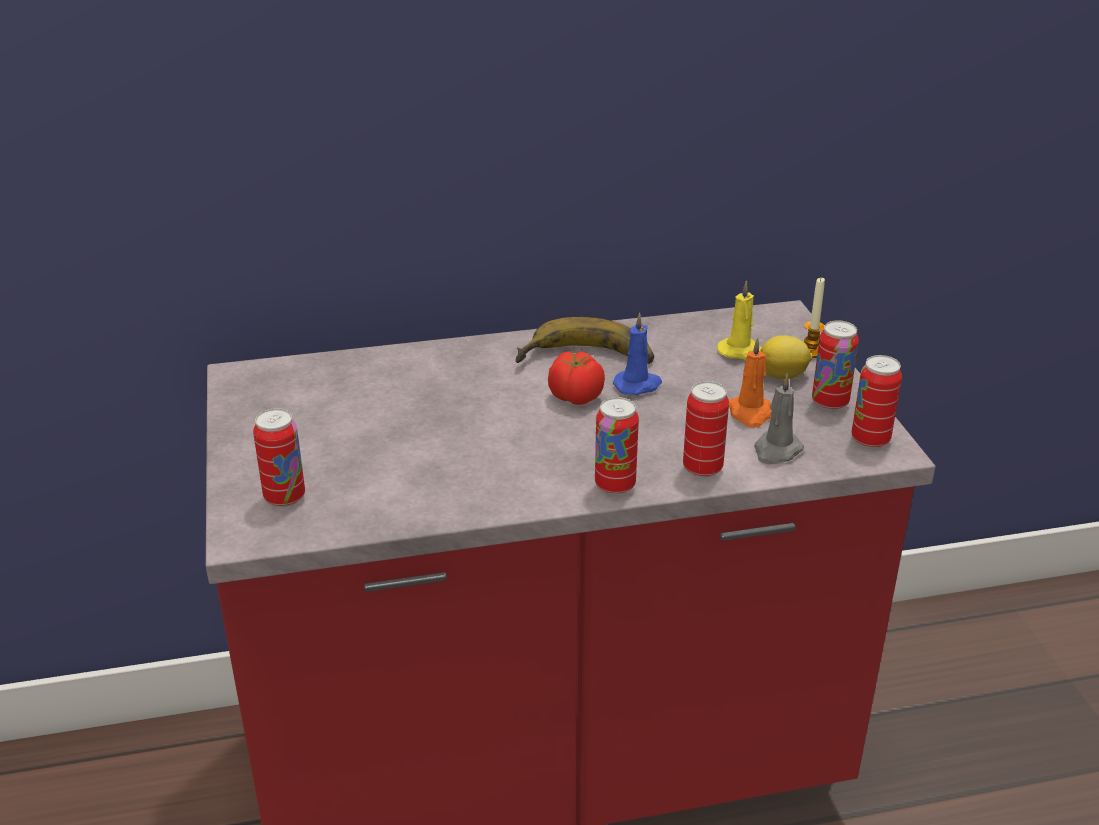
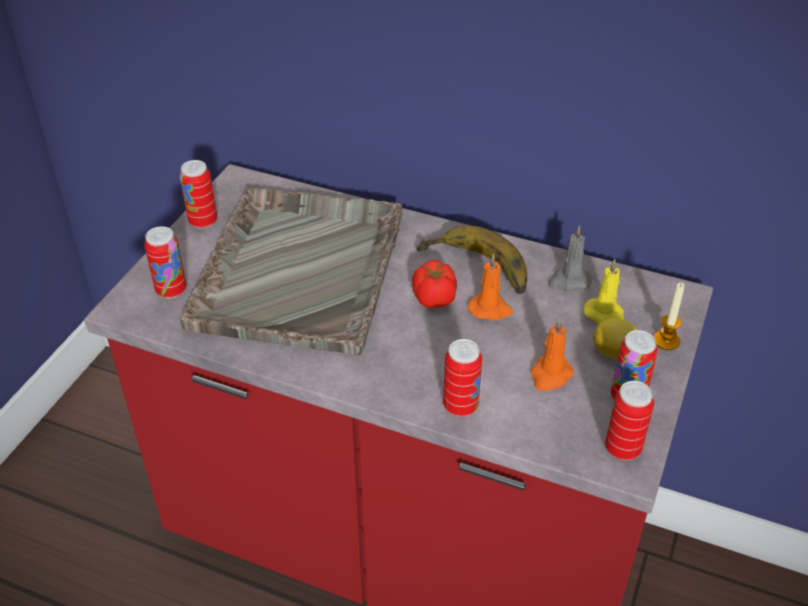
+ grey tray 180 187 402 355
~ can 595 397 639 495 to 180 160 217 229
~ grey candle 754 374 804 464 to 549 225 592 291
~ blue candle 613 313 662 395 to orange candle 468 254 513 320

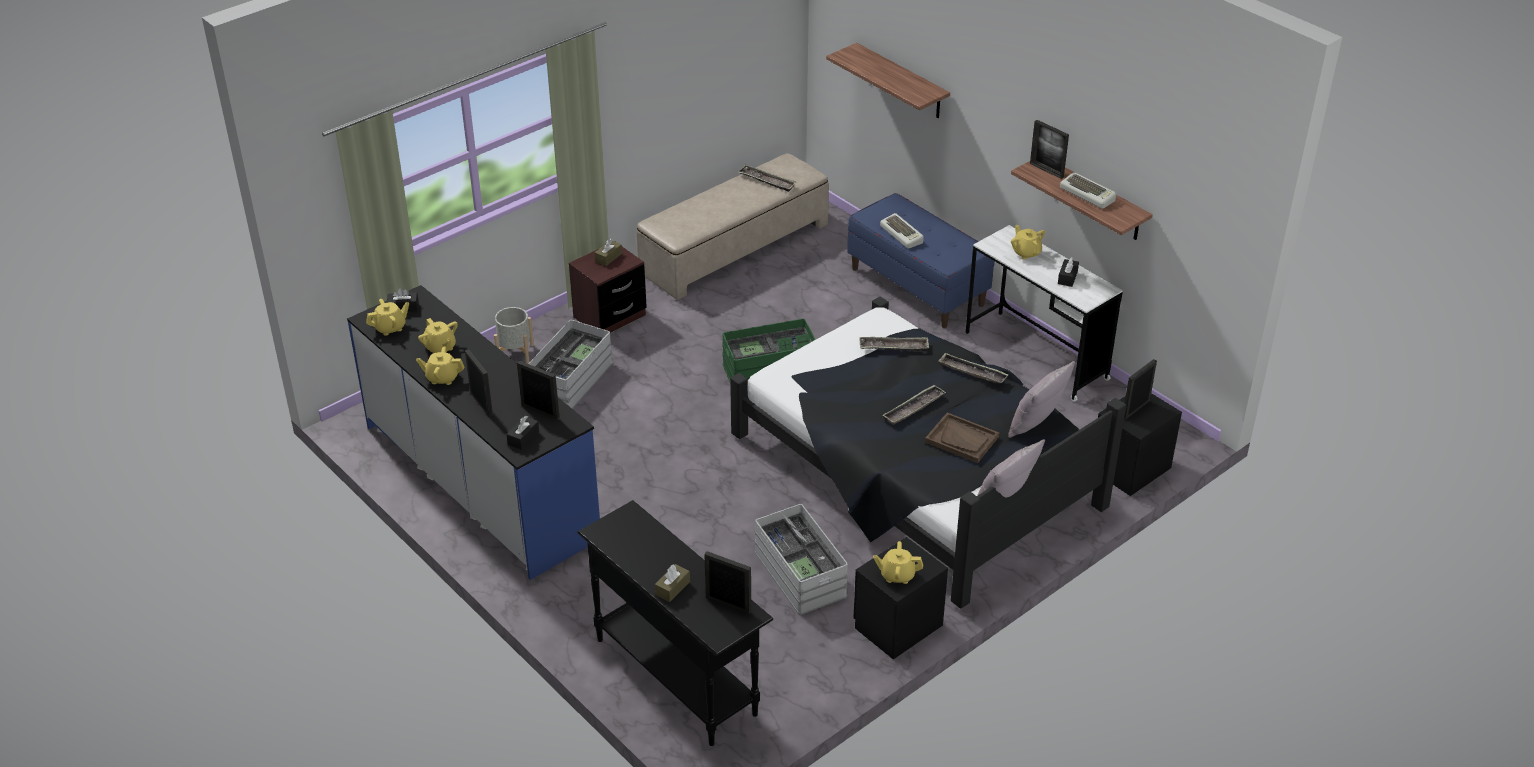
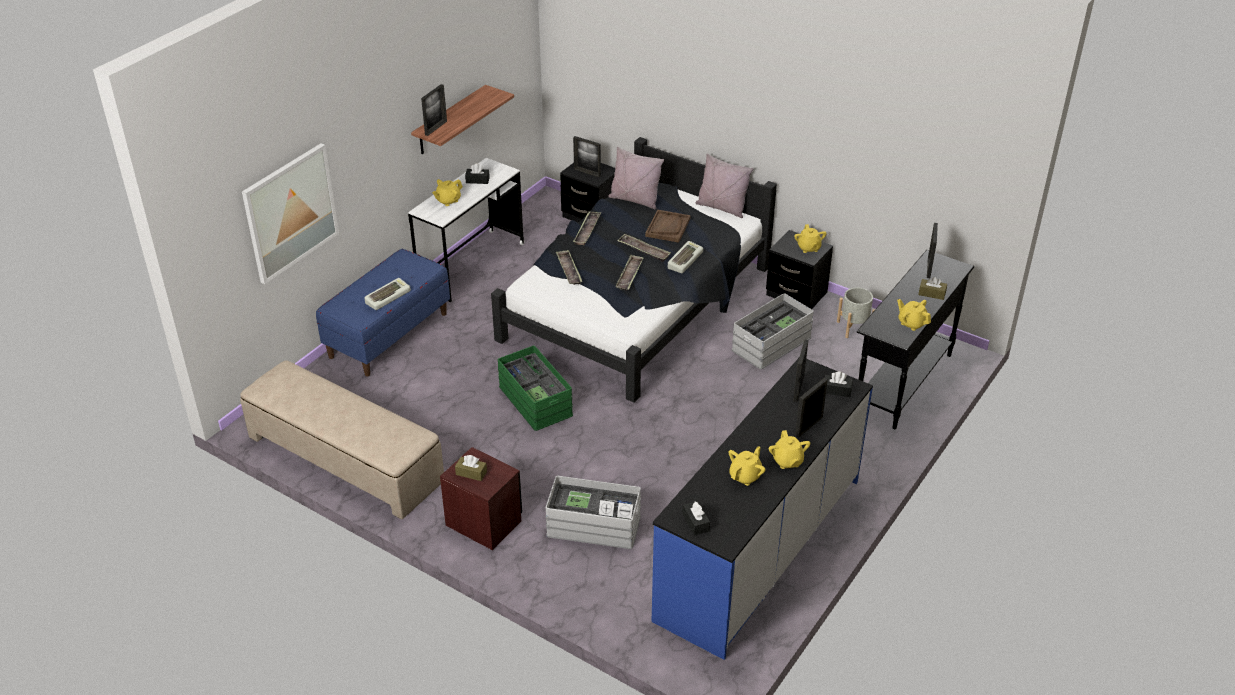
~ yellow teapot 366 299 409 336 to 897 299 931 331
~ grey planter 494 307 534 364 to 837 288 875 338
~ tray 739 165 796 192 to 616 255 644 291
~ keyboard 1060 172 1116 209 to 668 241 703 273
~ shelf 826 43 950 118 to picture 242 143 339 284

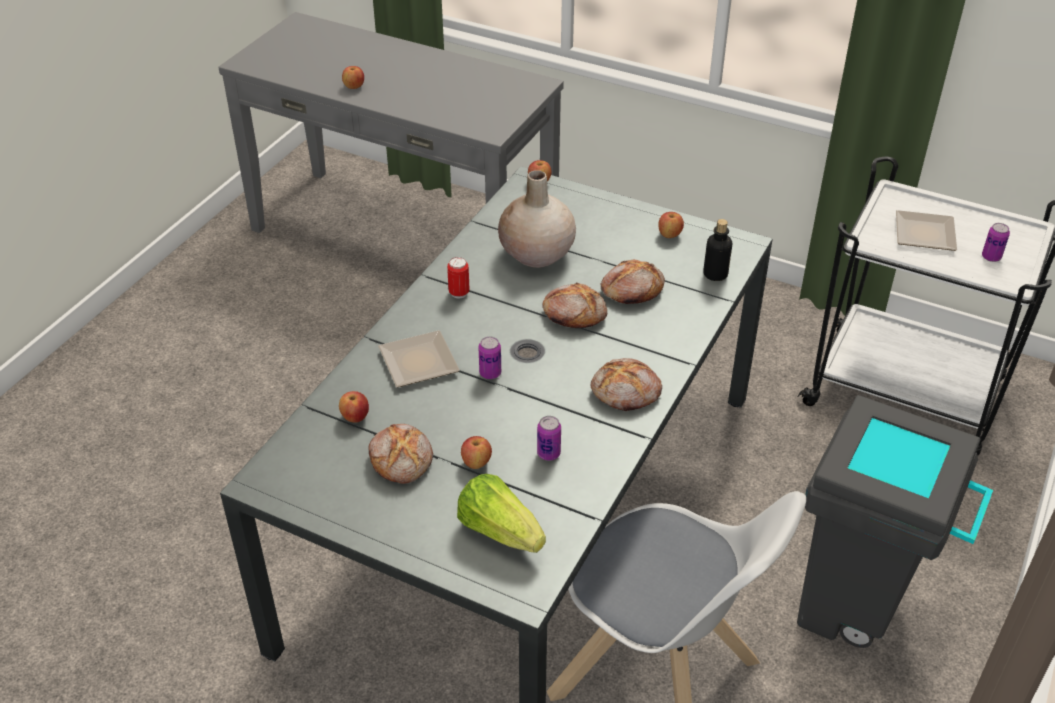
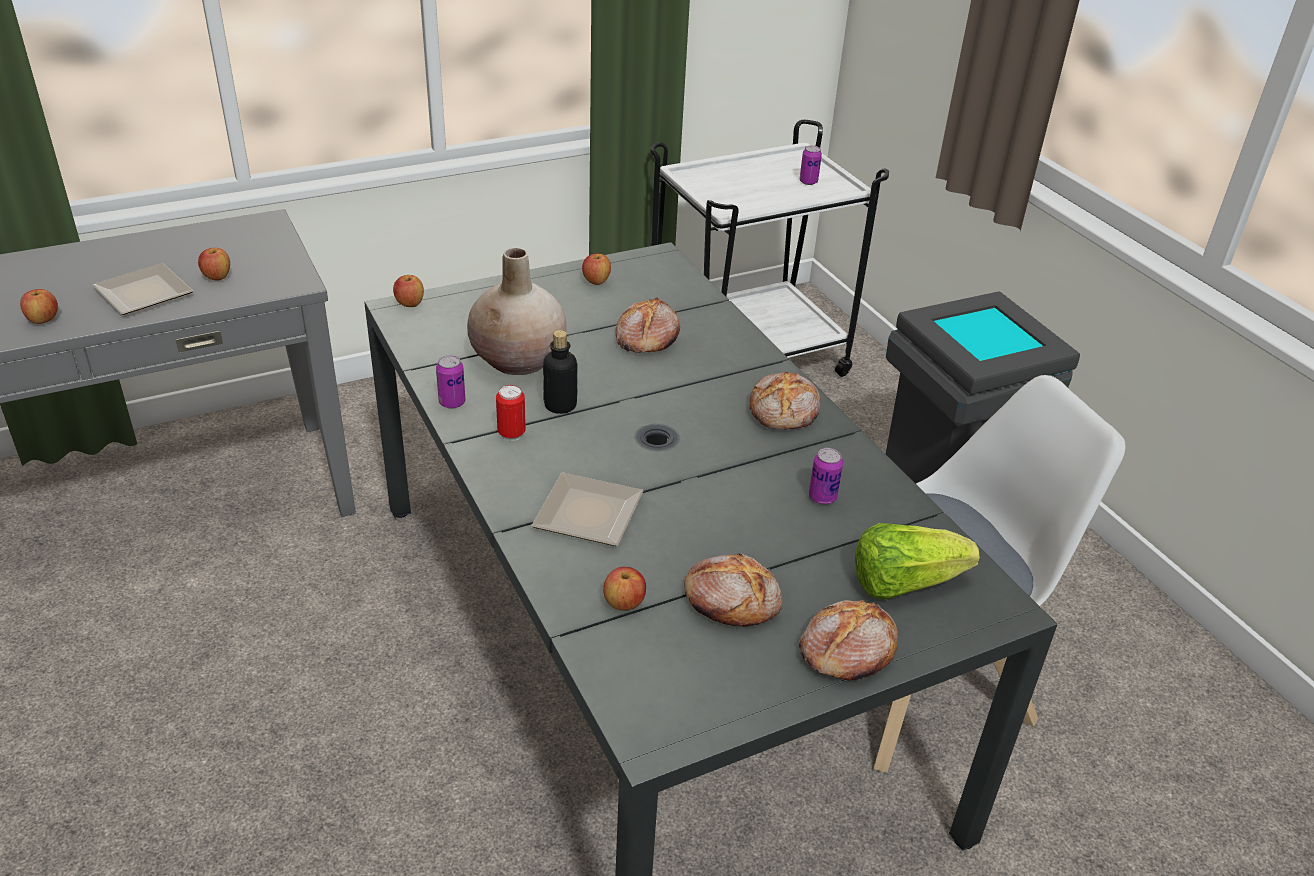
~ apple 461 436 492 469 to 198 248 230 280
~ can 479 336 501 379 to 436 355 465 409
~ bread 543 283 607 328 to 799 600 898 680
~ bottle 703 219 732 281 to 543 330 577 414
~ plate 896 210 957 251 to 93 263 193 315

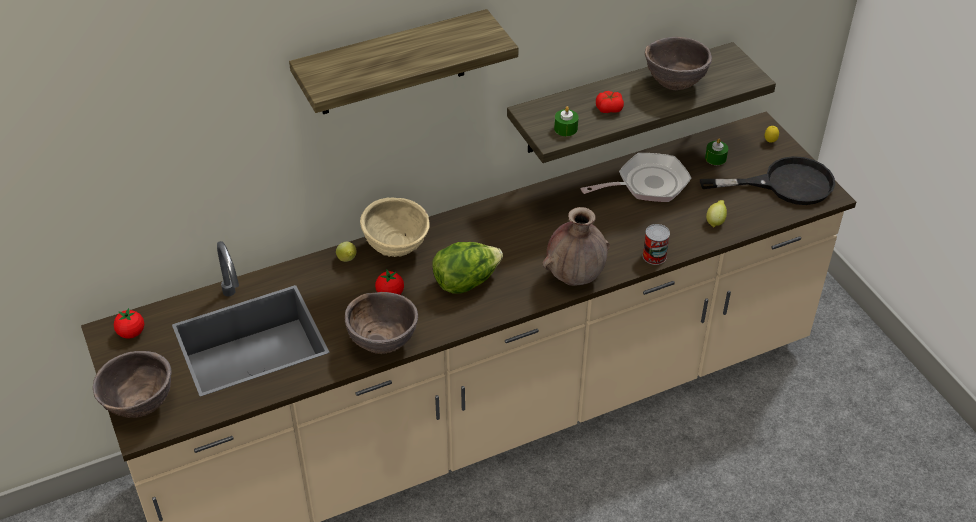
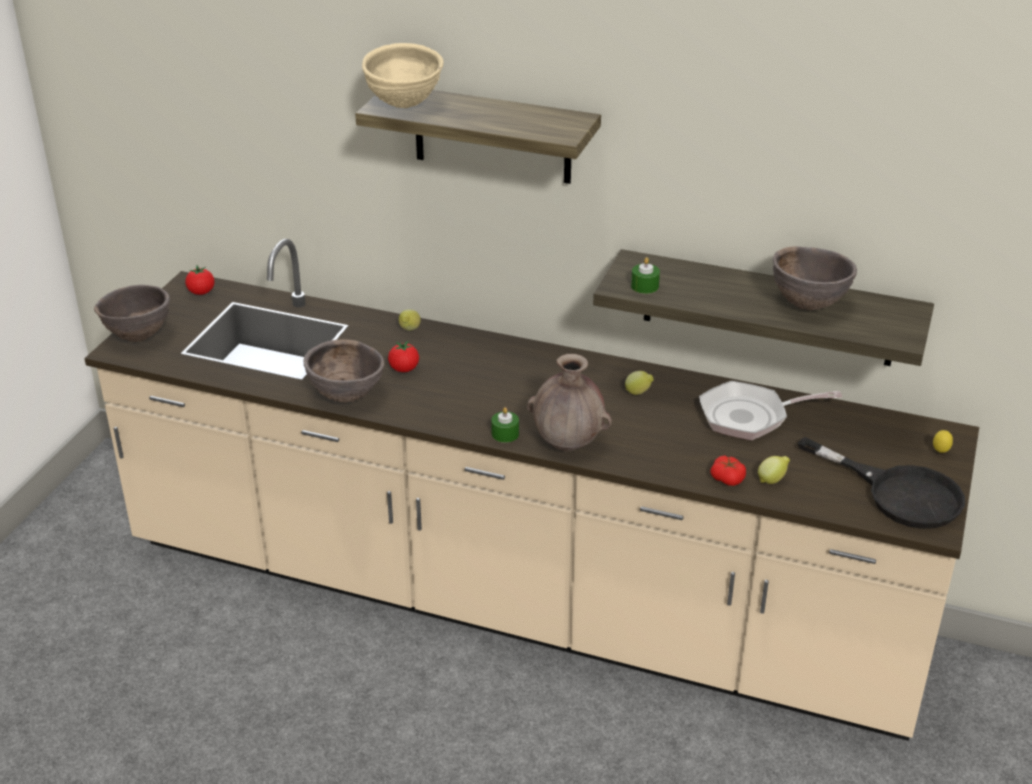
- lettuce 432 242 503 293
- can 643 224 670 265
+ lemon 625 371 654 395
~ beige bowl 360 197 430 257 to 362 43 443 108
~ tomato 596 91 624 113 to 710 455 746 486
~ green candle 705 138 728 165 to 491 407 519 443
~ frying pan 581 153 691 202 = 699 381 842 440 150 degrees clockwise

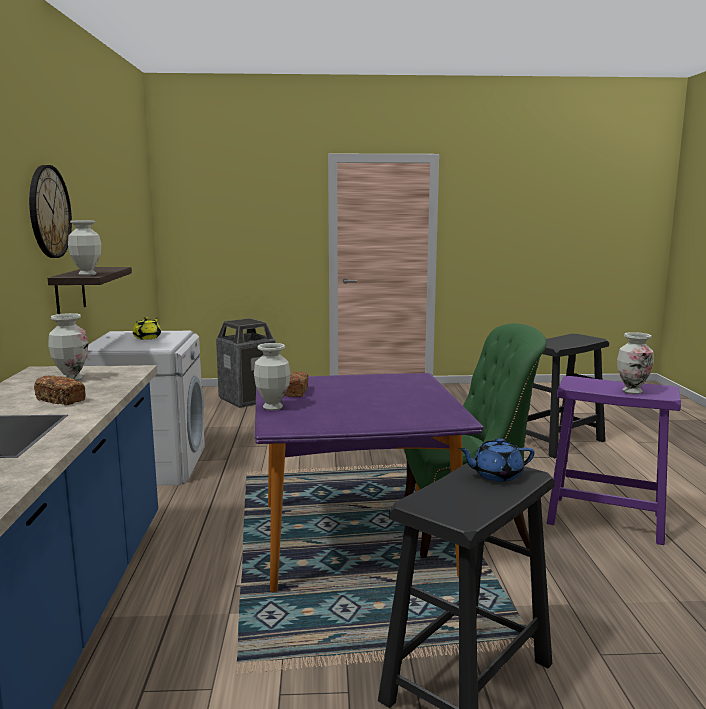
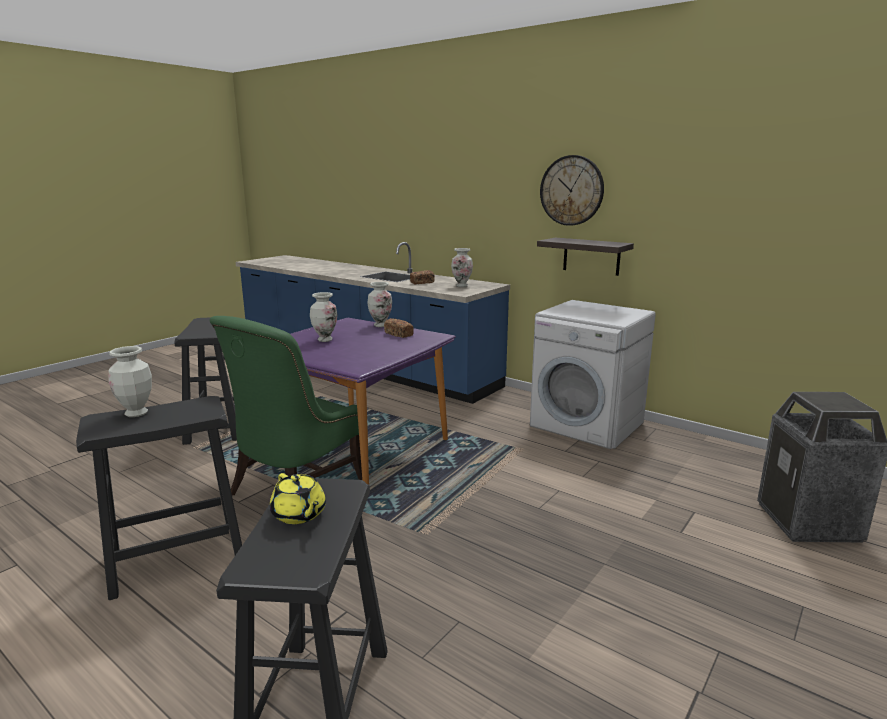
- blue teapot 459 438 534 482
~ vase 68 220 101 276 to 310 292 337 342
~ yellow teapot 133 317 161 340 to 270 473 326 524
~ purple stool 547 376 681 545 to black stool 76 396 242 600

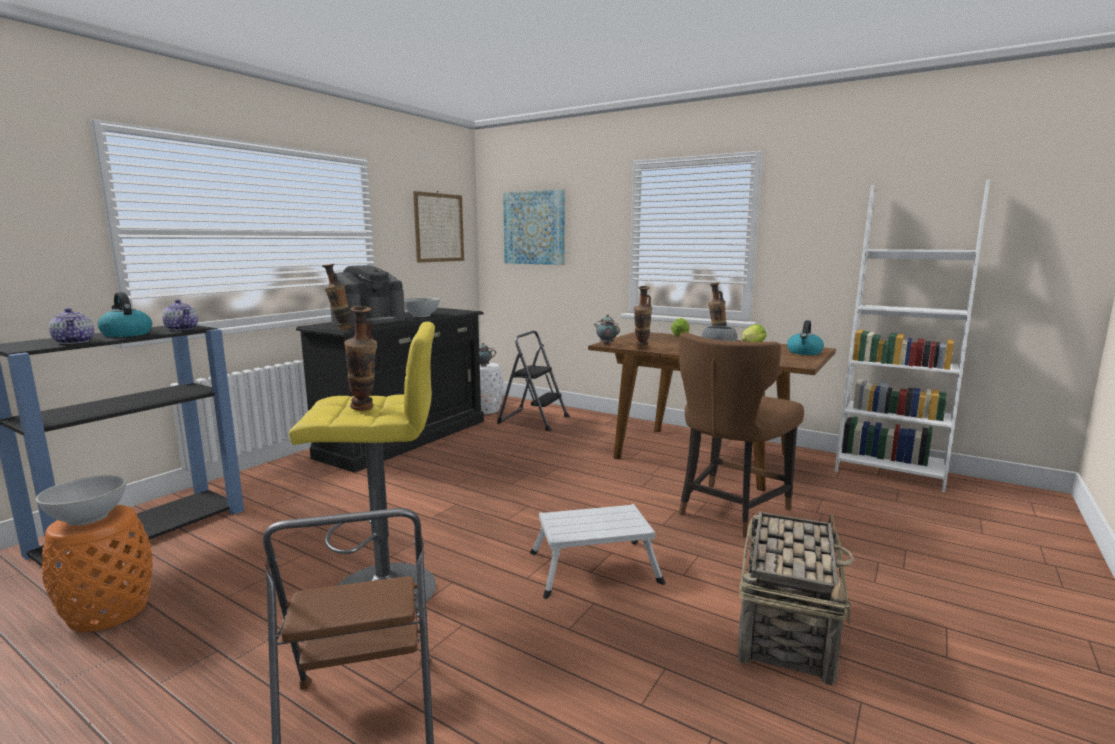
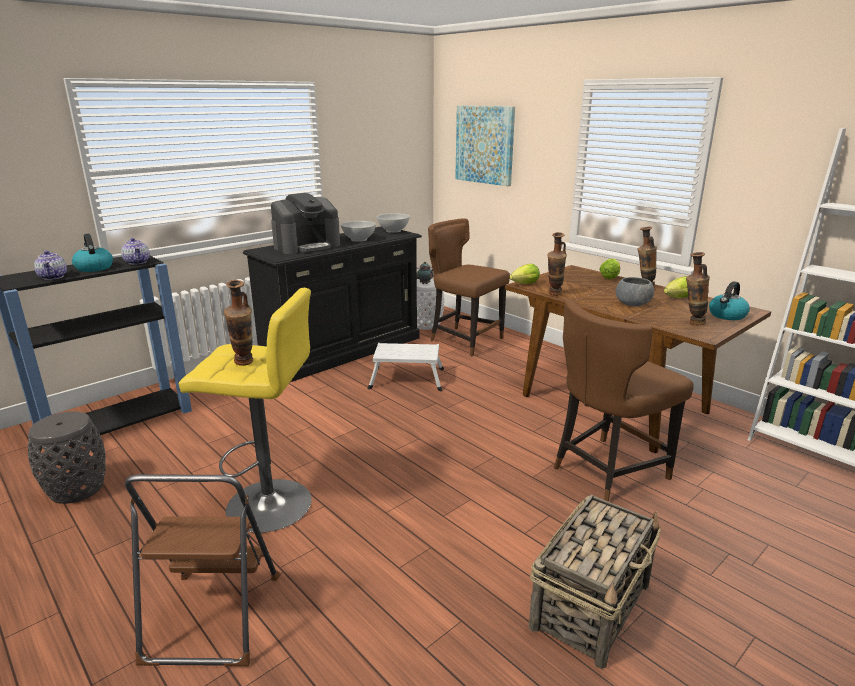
- picture 413 191 464 263
~ white bowl 36 475 126 526 to 377 213 410 233
~ vase 322 264 352 330 to 686 252 710 325
~ white step ladder 530 504 665 599 to 367 343 444 392
~ black step ladder 497 330 570 431 to brown chair 428 219 510 356
~ teapot 594 314 620 345 to lettuce 510 264 540 284
~ orange stool 42 505 153 632 to grey stool 28 411 105 504

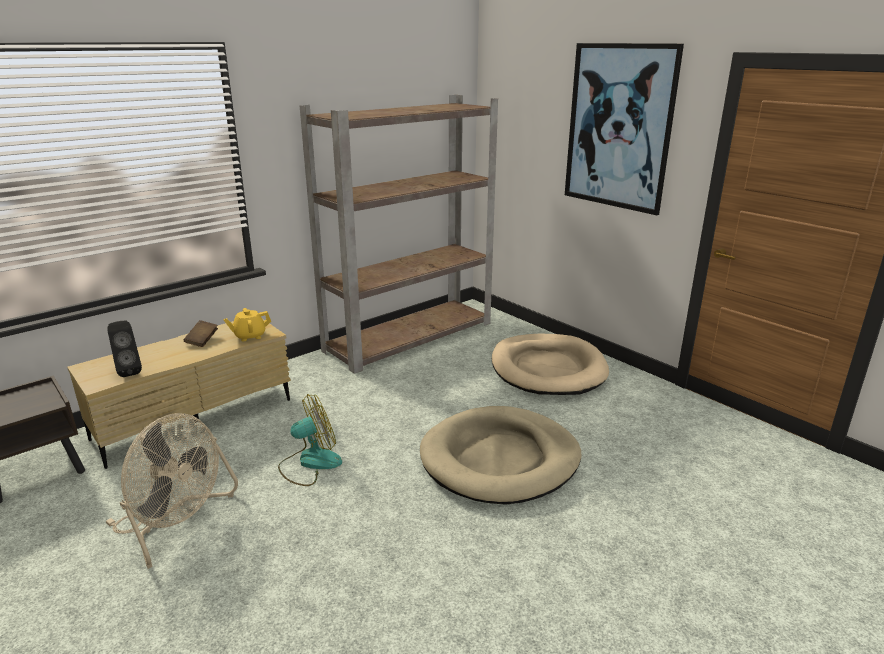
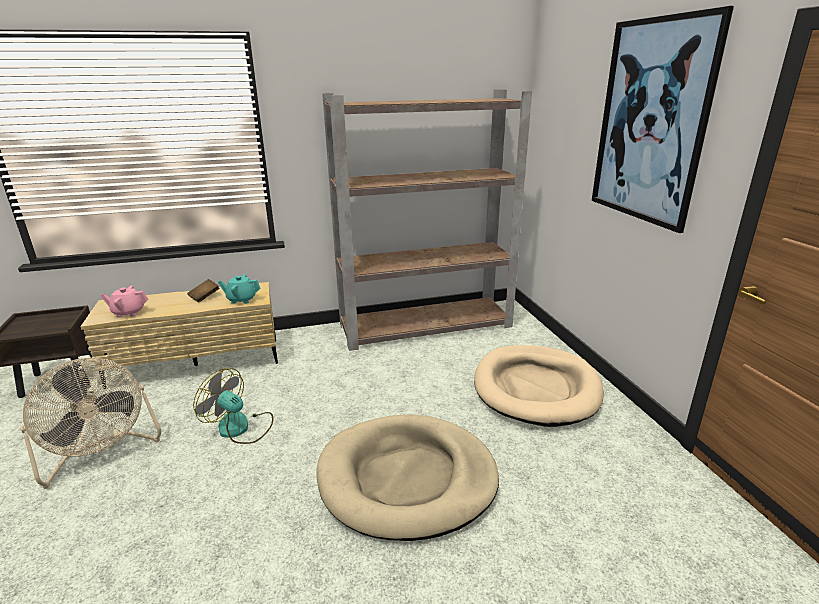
~ black speaker 107 320 142 377 to pink teapot 100 286 149 317
~ yellow teapot 223 308 271 341 to turquoise teapot 218 274 260 304
~ fan 278 394 342 486 = 193 368 274 444 150 degrees counterclockwise

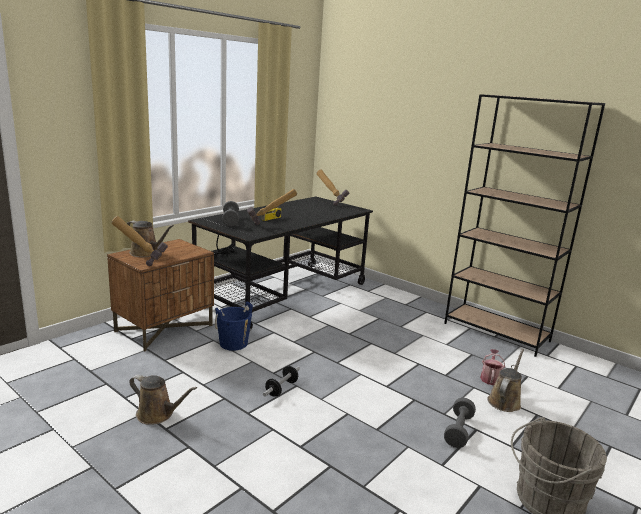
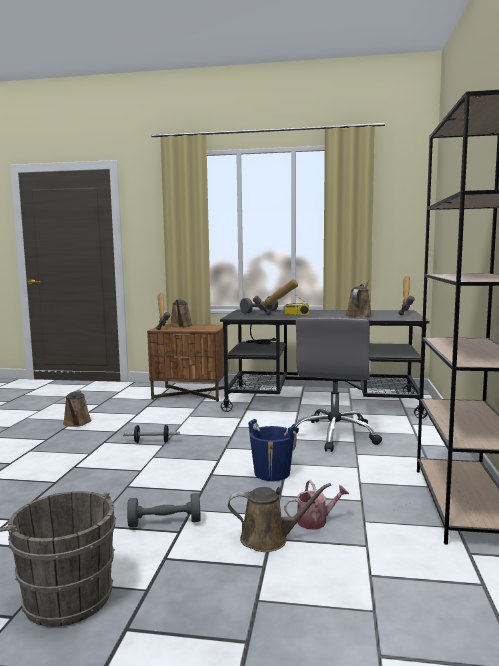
+ grey office chair 295 317 382 452
+ brown watering can 346 280 372 317
~ blue bucket 215 301 253 351 to 248 419 297 481

